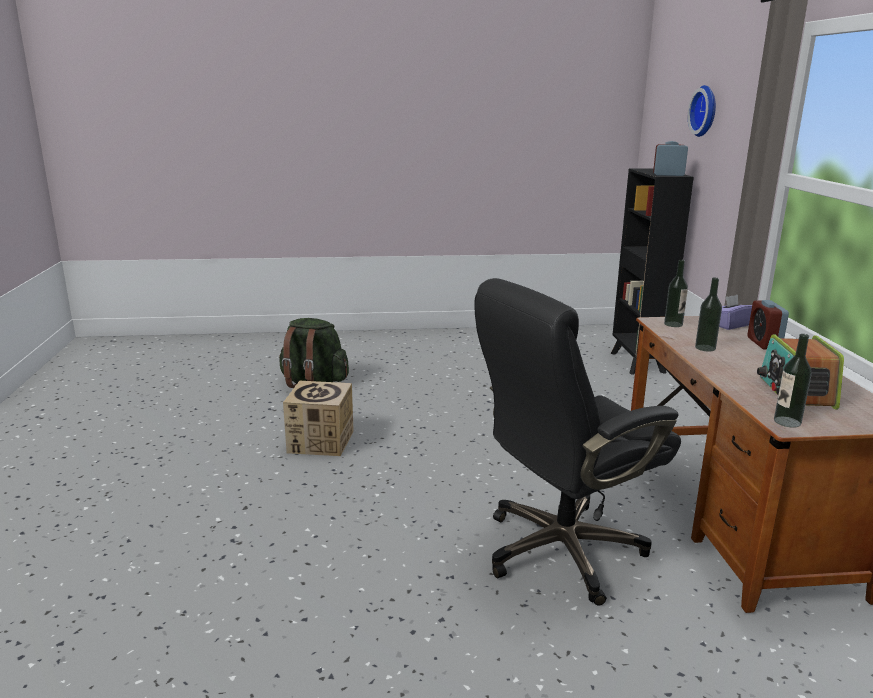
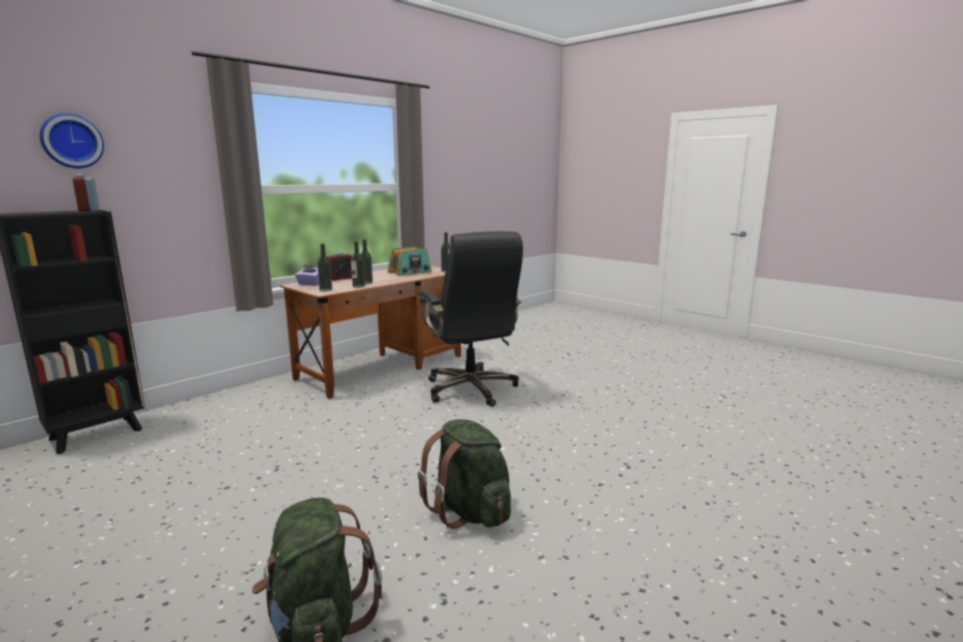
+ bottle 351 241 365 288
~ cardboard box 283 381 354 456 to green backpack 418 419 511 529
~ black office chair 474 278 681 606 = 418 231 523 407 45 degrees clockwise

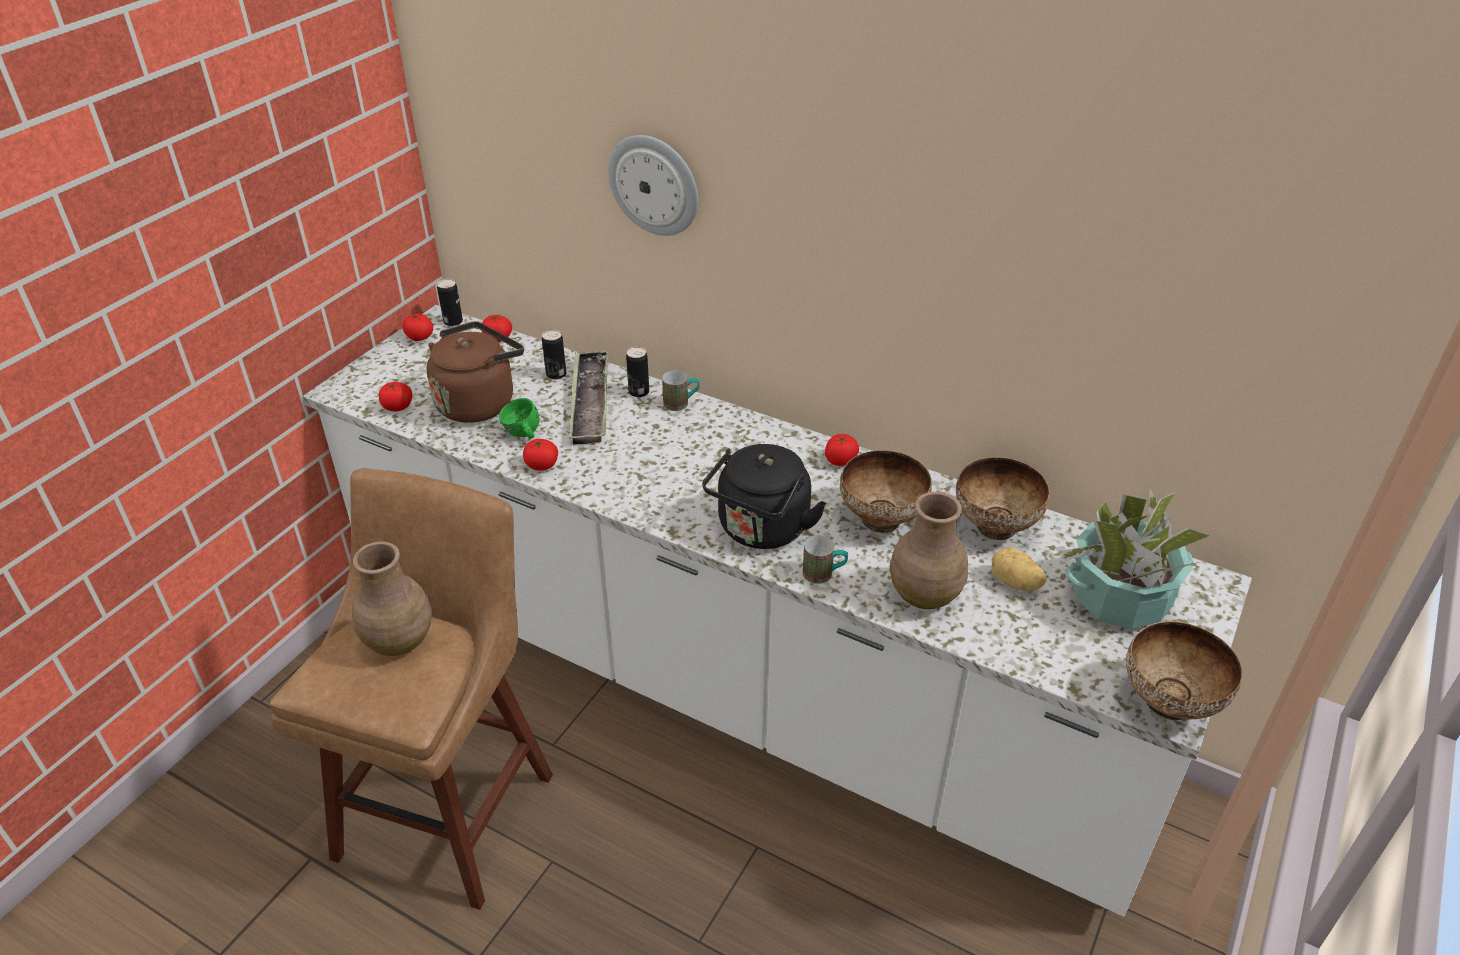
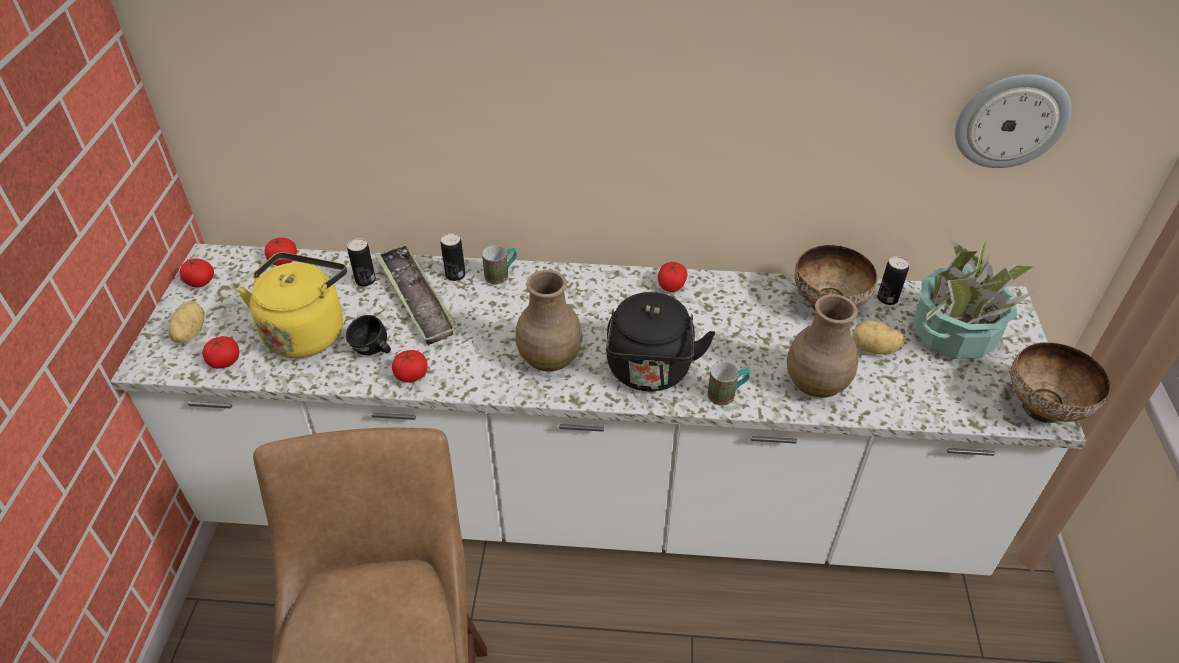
- bowl 840 450 932 533
+ potato 168 301 205 343
~ brown vase 352 541 432 656 to 515 270 583 371
~ can 437 279 463 326 to 877 256 909 305
~ wall clock 608 135 698 236 to 955 74 1072 168
~ brown kettle 426 322 524 423 to yellow kettle 237 252 347 358
~ green mug 499 398 539 439 to black mug 346 315 391 355

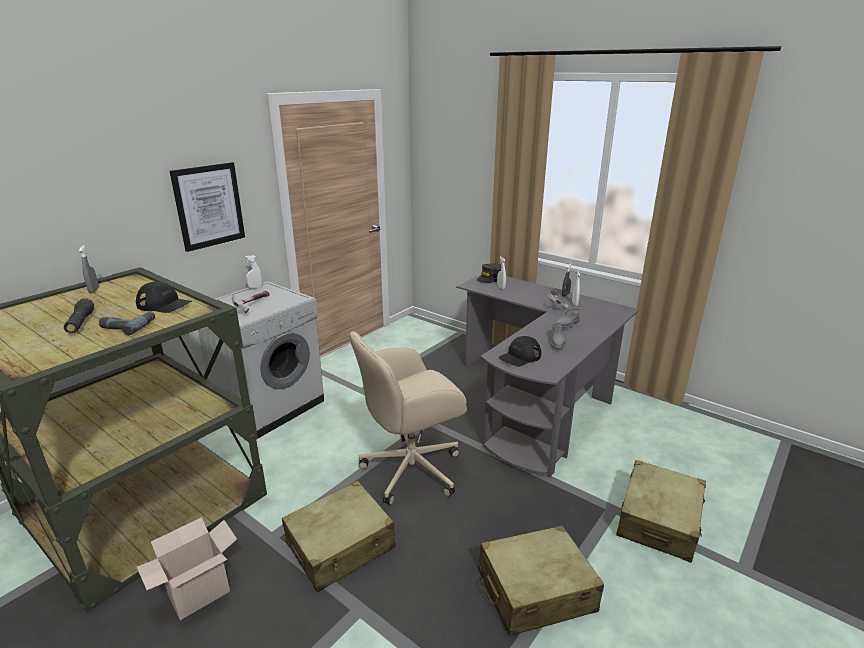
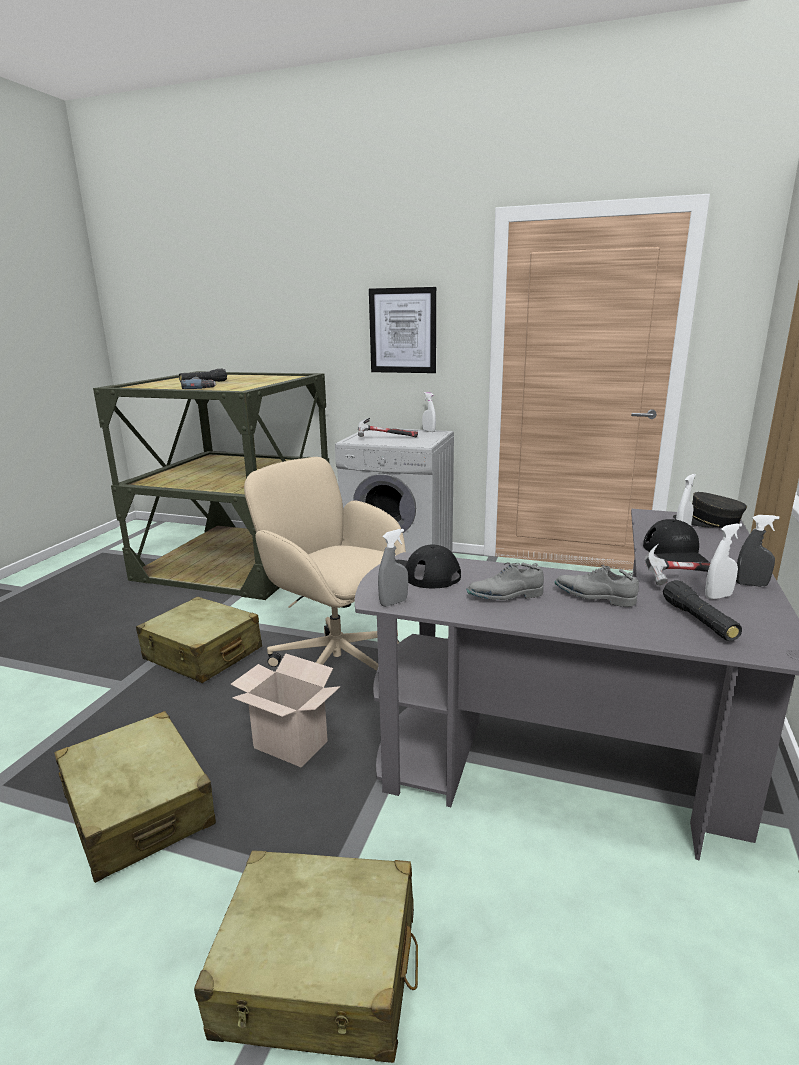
+ black flashlight 663 580 742 641
~ grey spray bottle 79 245 99 293 to 378 529 408 607
~ black cap 136 281 192 313 to 643 519 709 562
~ cardboard box 137 517 237 620 to 231 653 340 767

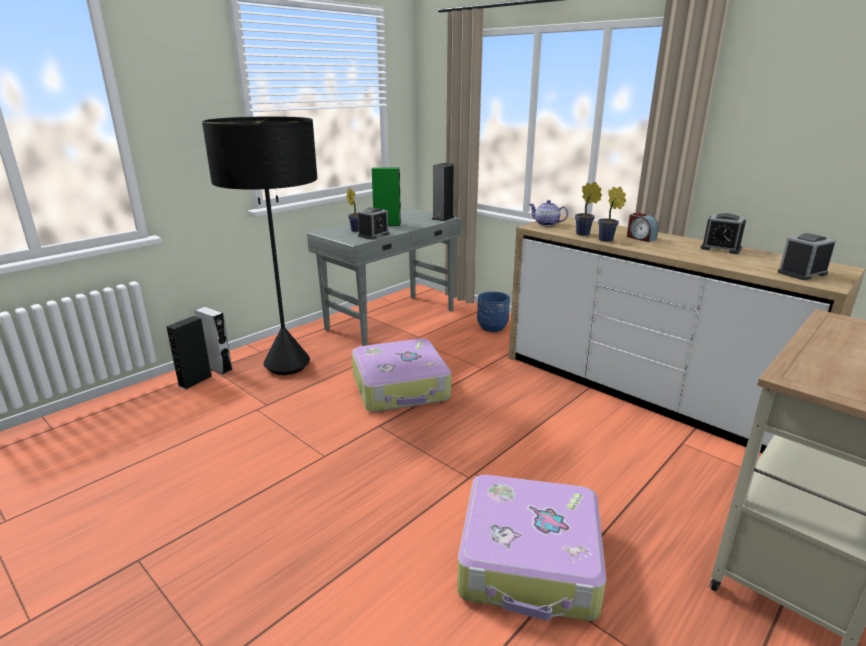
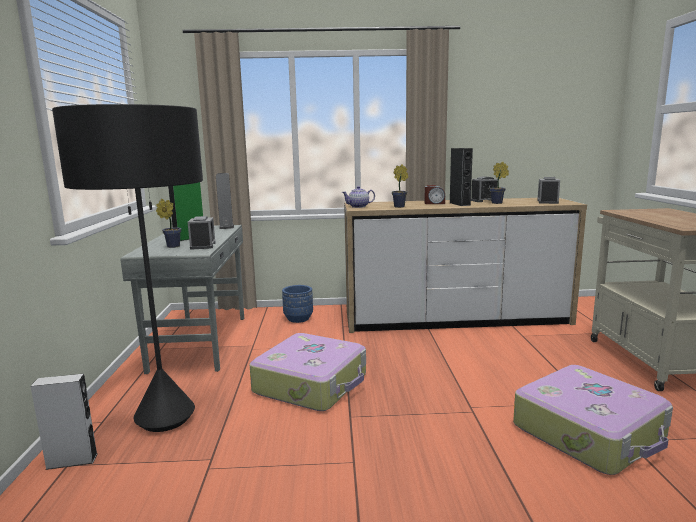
~ black speaker 166 316 212 389 to 450 148 473 206
~ potted plant 598 186 626 242 to 490 162 509 204

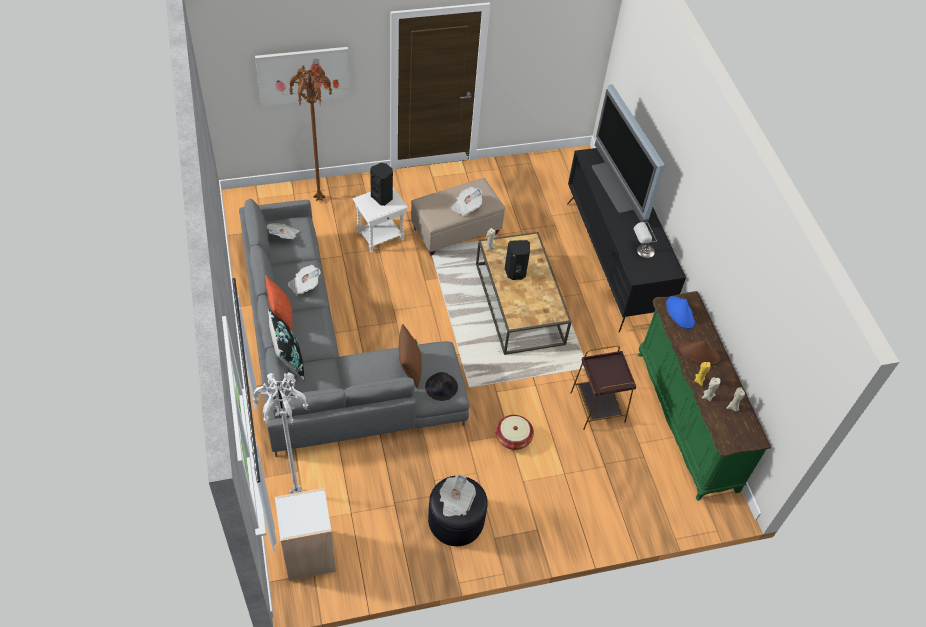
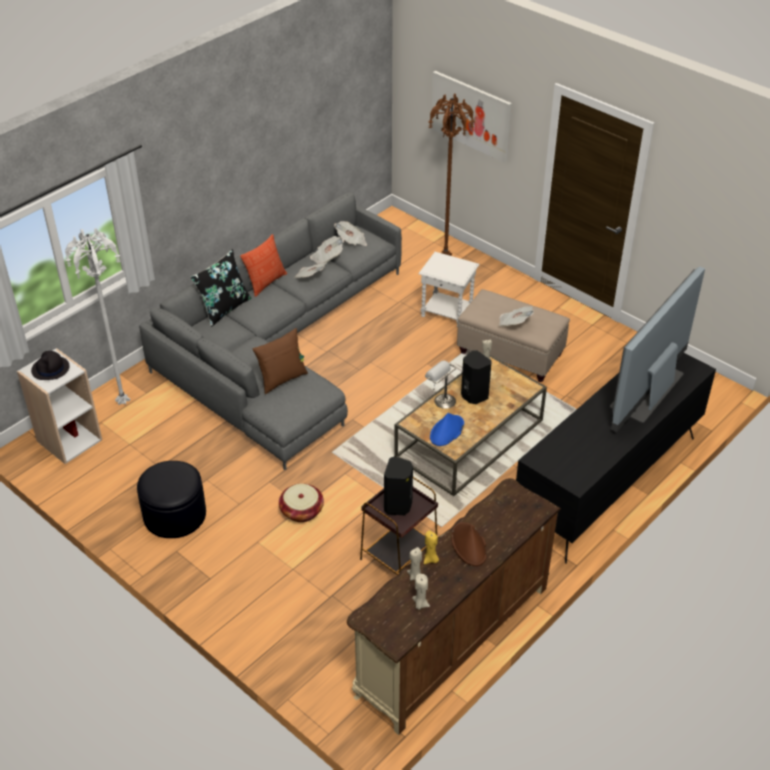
~ black speaker 370 163 393 206 to 384 456 413 515
~ black hat 425 372 458 401 to 31 351 70 380
~ newspaper 440 475 476 516 to 310 236 344 264
~ white table lamp 634 222 657 258 to 425 360 456 409
~ blue hat 666 296 695 329 to 430 413 464 446
~ green cabinet 638 291 771 501 to beige cabinet 347 478 561 735

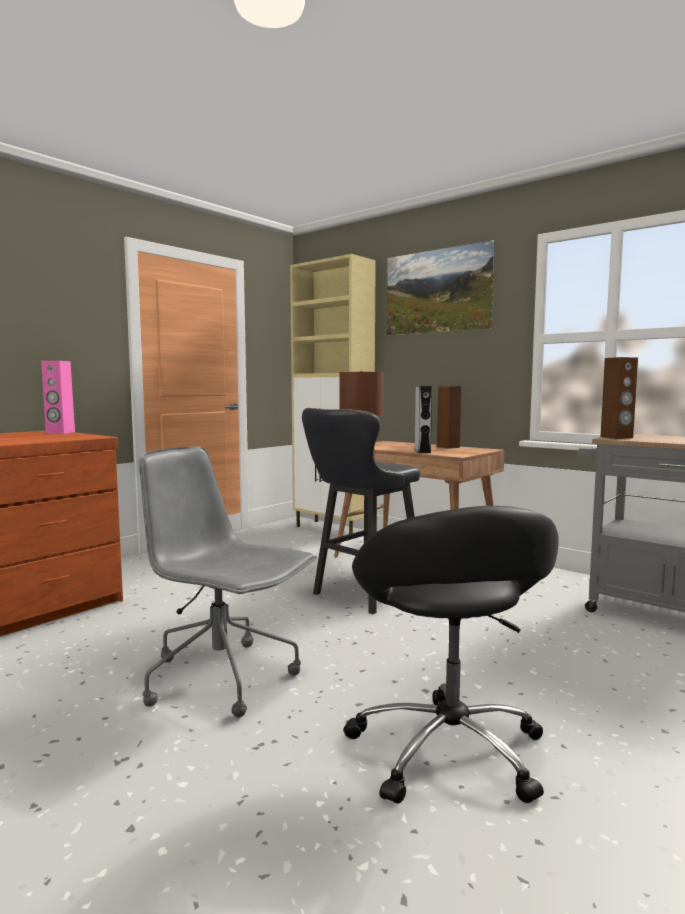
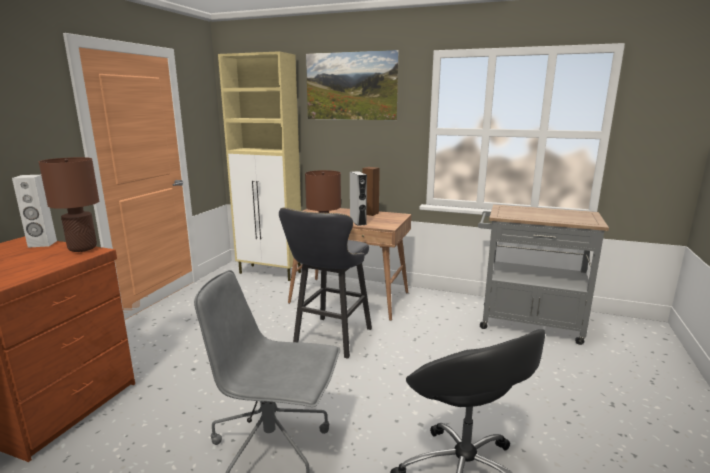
- brown speaker 601 357 638 439
+ brown table lamp 39 157 99 252
~ pink speaker 41 361 75 434 to white speaker 12 175 57 248

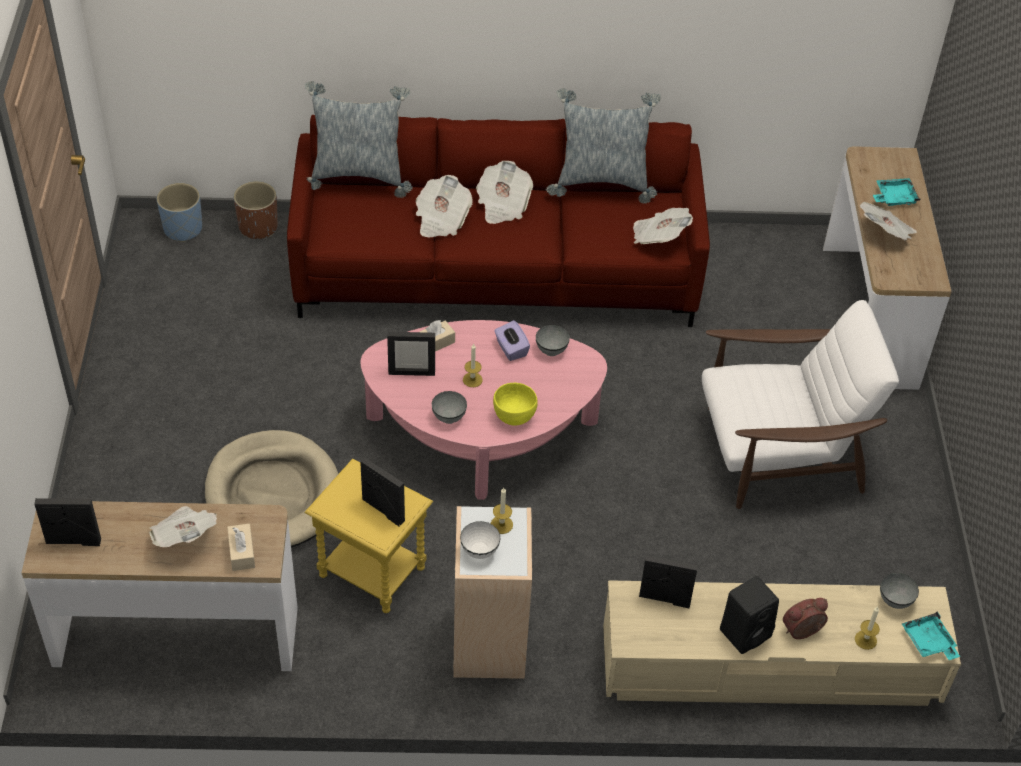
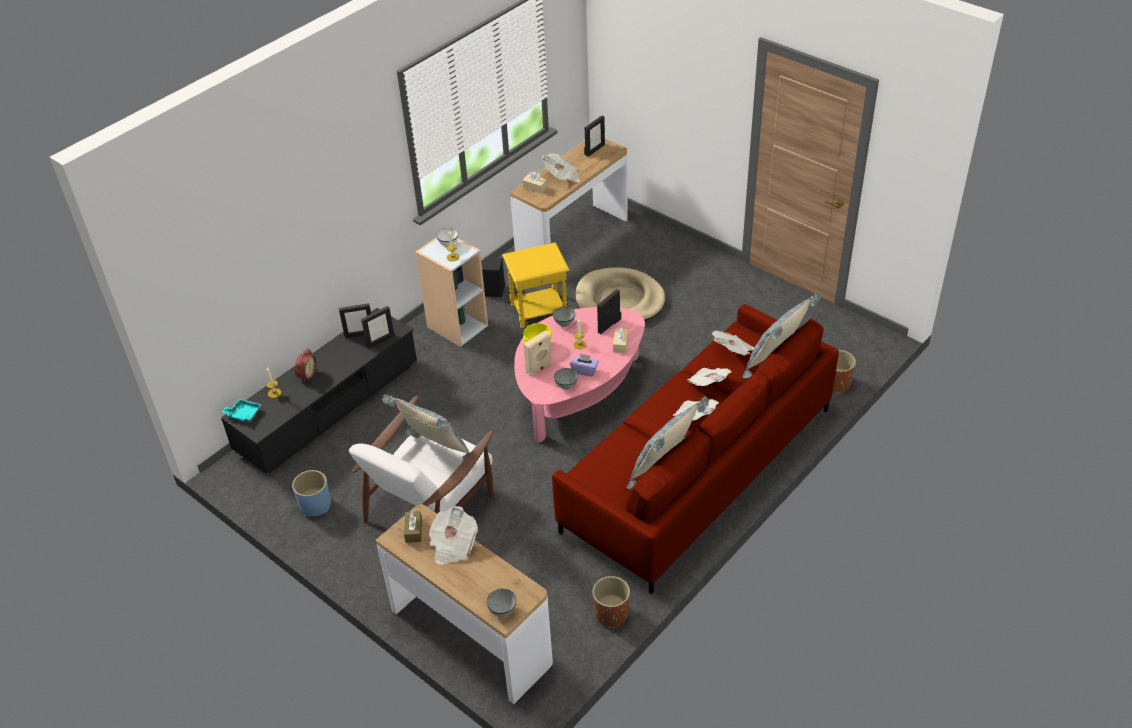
- turquoise tray 873 178 921 206
+ pillow 382 394 471 460
+ brown tissue box 404 511 422 543
+ beige speaker 524 330 552 376
+ brown planter 592 576 630 628
~ blue planter 157 183 202 242 to 292 470 331 516
~ picture frame 360 457 405 526 to 339 303 371 338
~ newspaper 633 208 693 244 to 712 330 755 356
~ black speaker 720 576 779 654 to 482 257 505 297
~ grey bowl 880 573 919 609 to 487 589 516 617
~ beige tv stand 603 580 961 706 to black tv stand 221 308 417 474

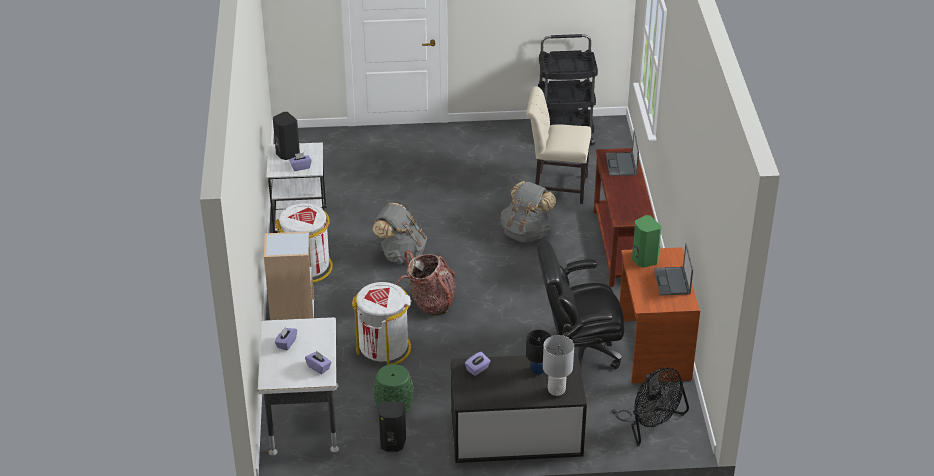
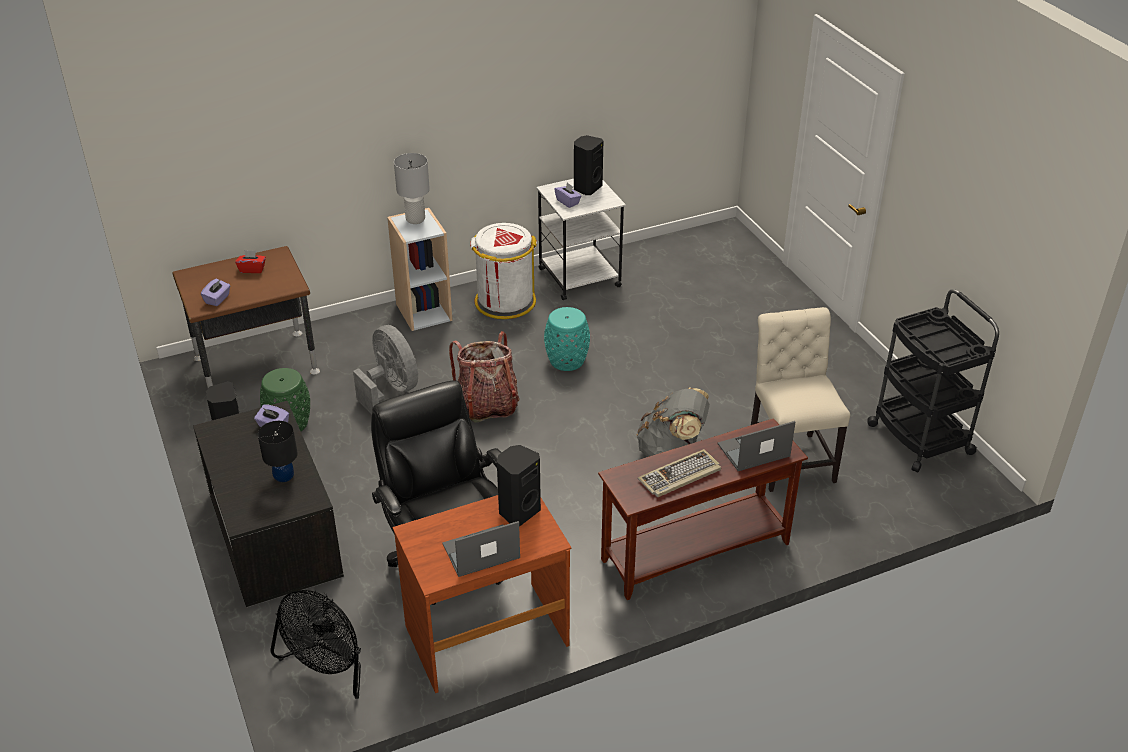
+ keyboard 638 449 721 497
~ grey table lamp 543 335 574 396 to 394 153 430 224
~ white trash can 352 282 411 365 to grey fan 353 325 418 415
~ grey backpack 373 203 427 263 to turquoise stool 544 307 590 371
~ white desk 258 317 339 455 to brown desk 172 246 320 388
~ purple tissue box 274 327 297 350 to red tissue box 235 250 266 273
~ green speaker 632 215 662 268 to black speaker 497 445 541 526

